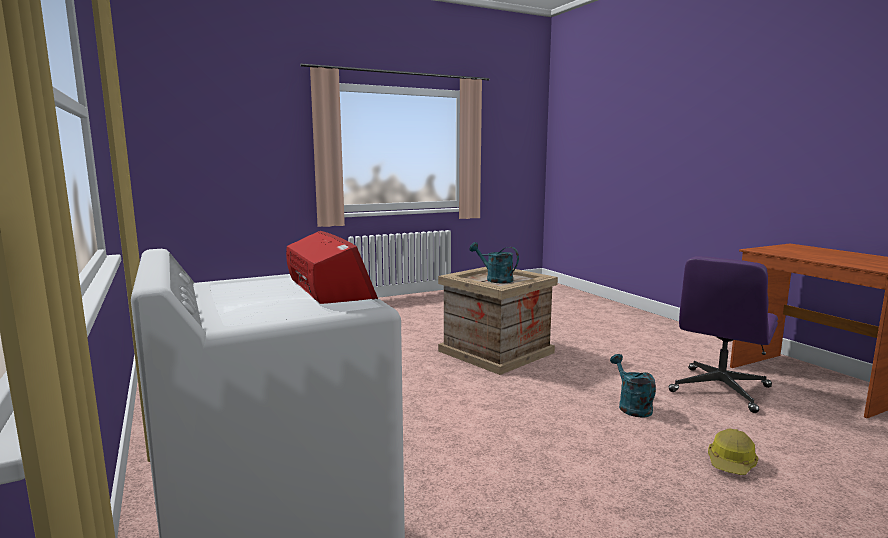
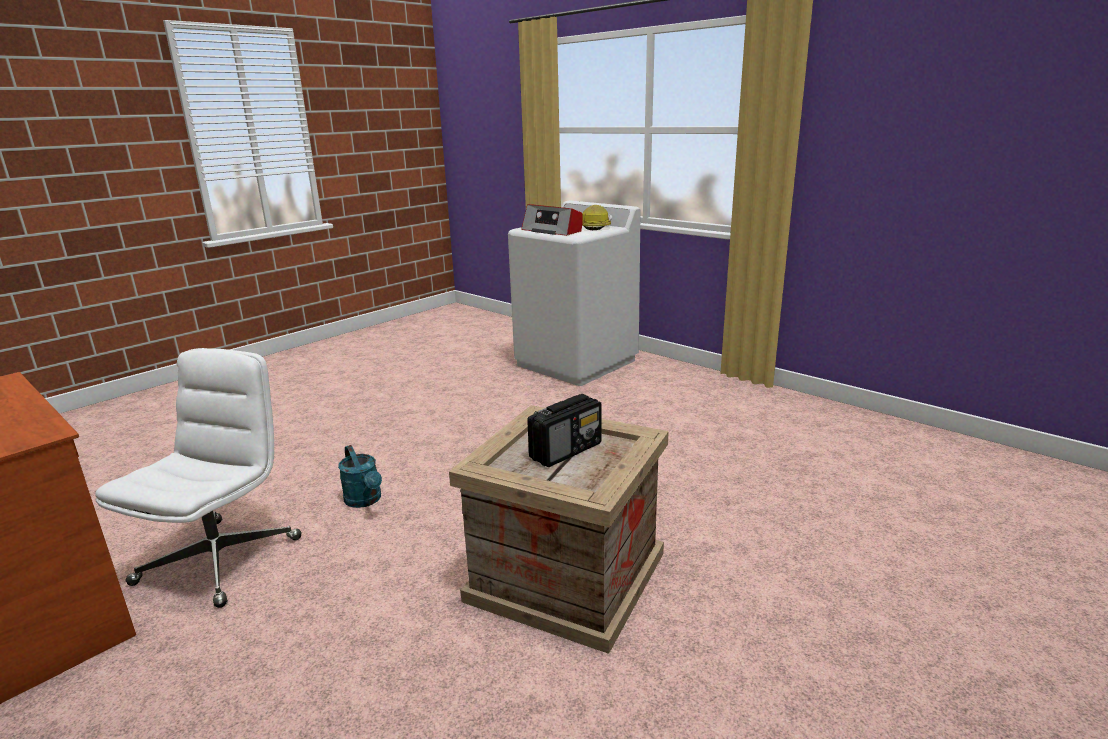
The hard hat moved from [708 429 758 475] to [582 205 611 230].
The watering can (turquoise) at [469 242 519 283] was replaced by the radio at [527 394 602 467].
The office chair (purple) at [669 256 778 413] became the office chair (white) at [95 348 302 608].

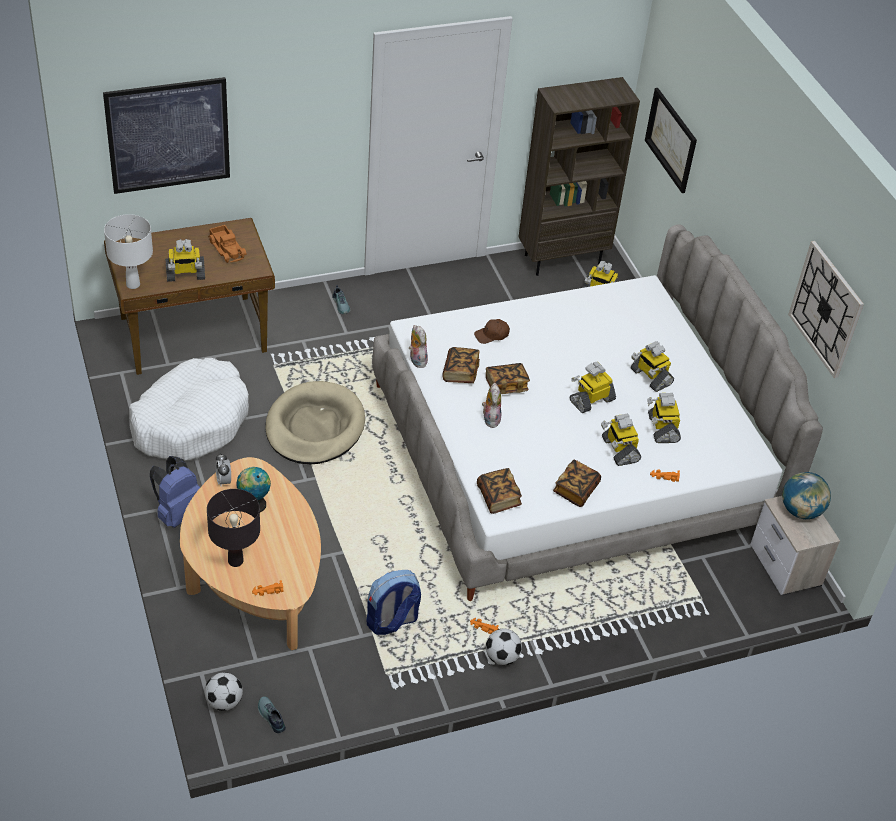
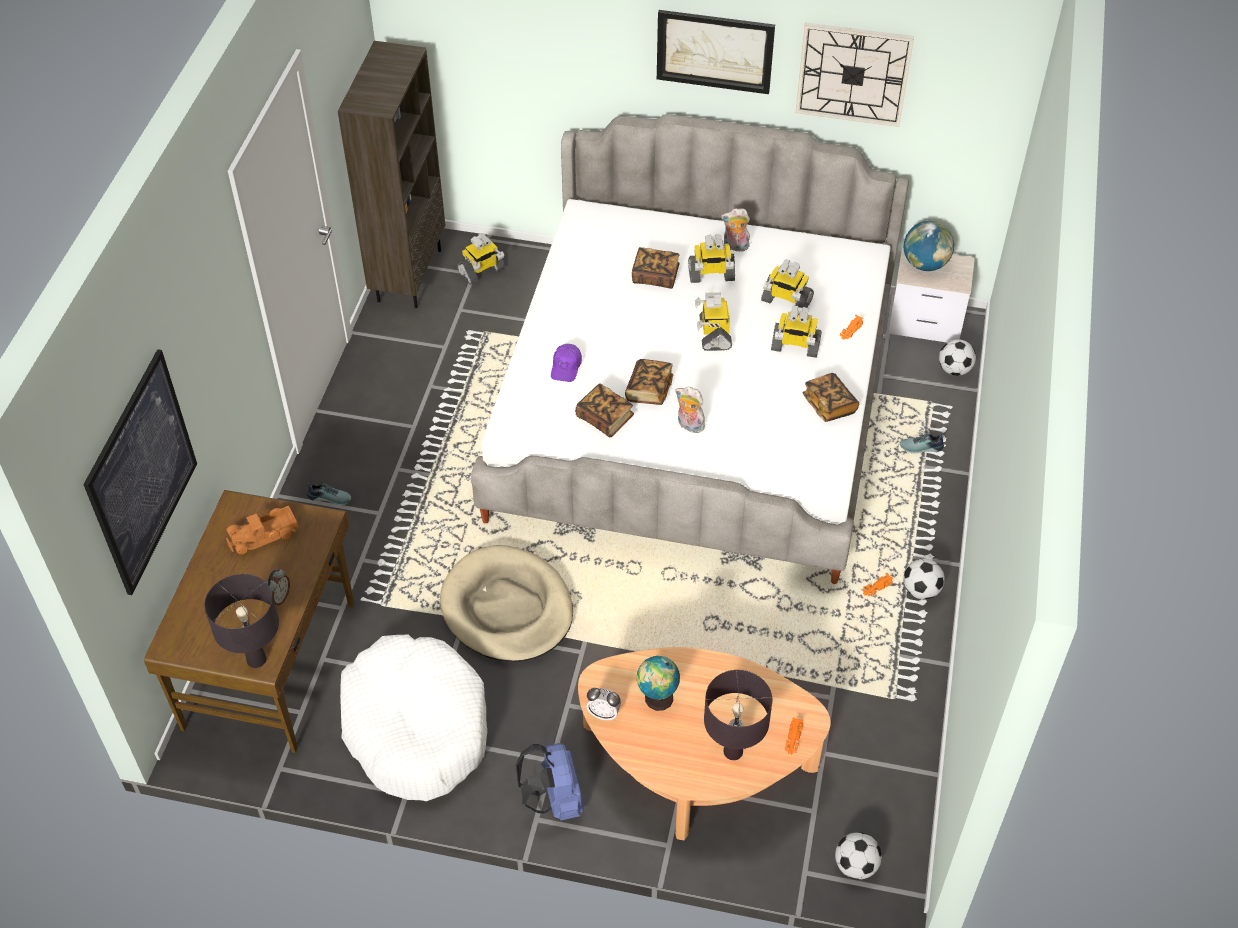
The backpack at [366 570 421 635] disappeared.
The football at [939 339 976 376] appeared.
The shoe moved from [258 696 286 733] to [900 433 944 454].
The plush toy moved from [409 325 428 368] to [721 208 750 252].
The book moved from [477 468 522 514] to [632 247 680 289].
The picture moved from [645 88 697 193] to [657 10 775 94].
The toy robot at [165 239 205 282] was replaced by the alarm clock at [266 568 290 607].
The table lamp (white) at [104 214 153 289] became the table lamp (black) at [204 574 279 668].
The cap (brown) at [474 319 510 344] became the cap (purple) at [551 344 582 382].
The toy truck at [208 225 247 263] turned 150 degrees clockwise.

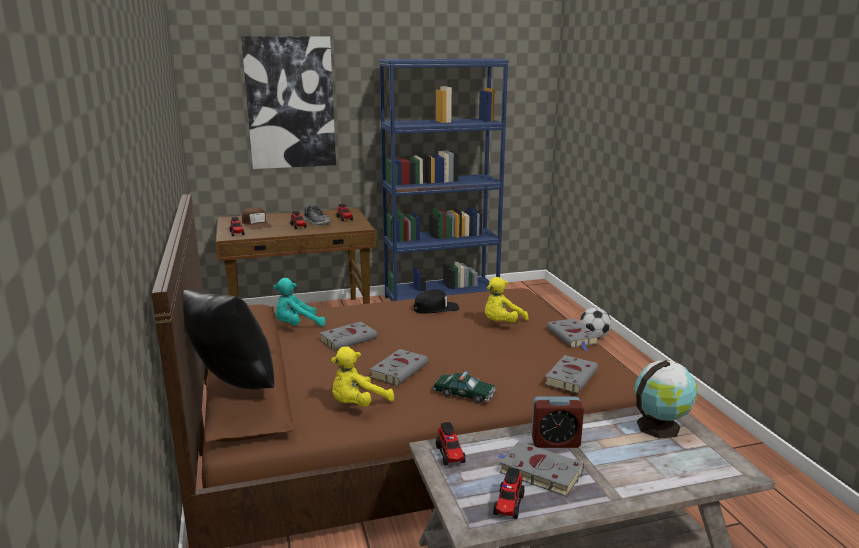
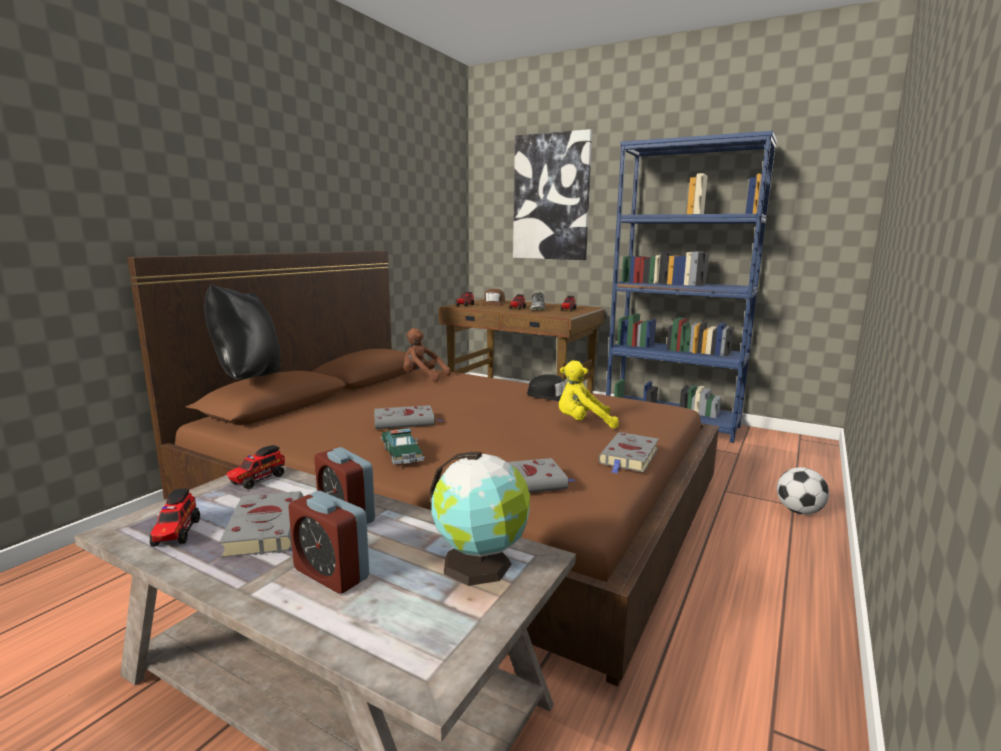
The book (grey) at [320 322 378 350] disappeared.
The plush toy (yellow) at [331 346 394 407] disappeared.
The alarm clock at [288 491 369 593] appeared.
The plush toy (turquoise) at [273 278 326 326] became the plush toy (brown) at [403 328 451 382].
The toy truck at [493 468 524 519] turned 75 degrees counterclockwise.

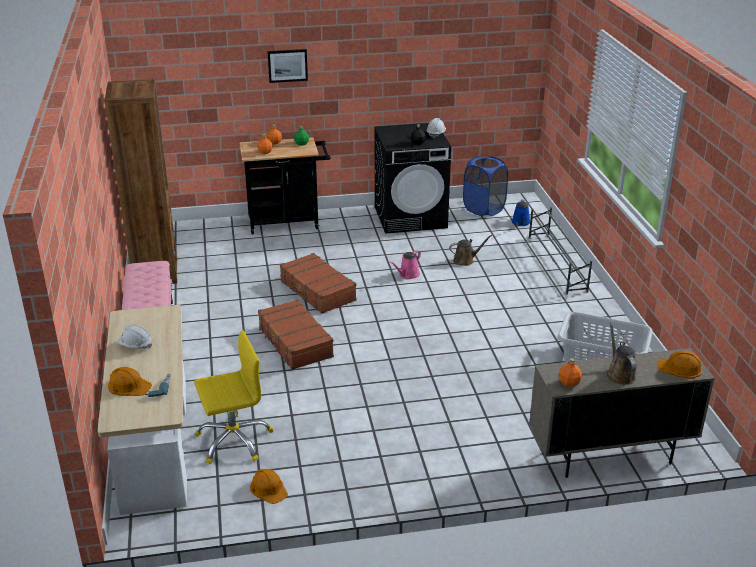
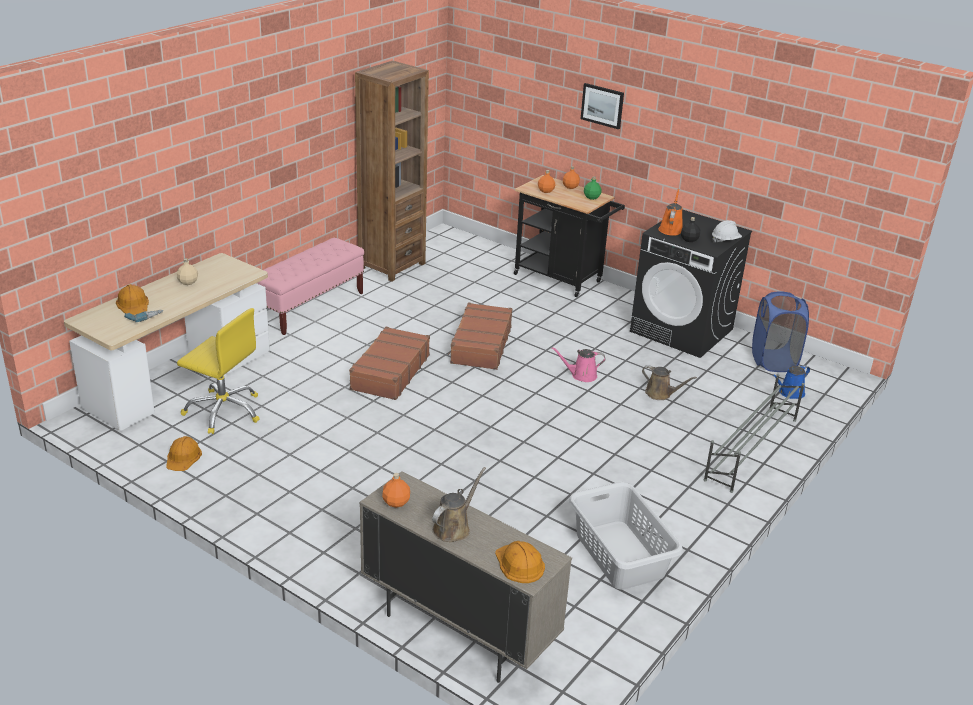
The watering can (orange) at [659 189 682 236] appeared.
The hard hat (white) at [117 325 152 349] was replaced by the bottle (beige) at [177 258 198 285].

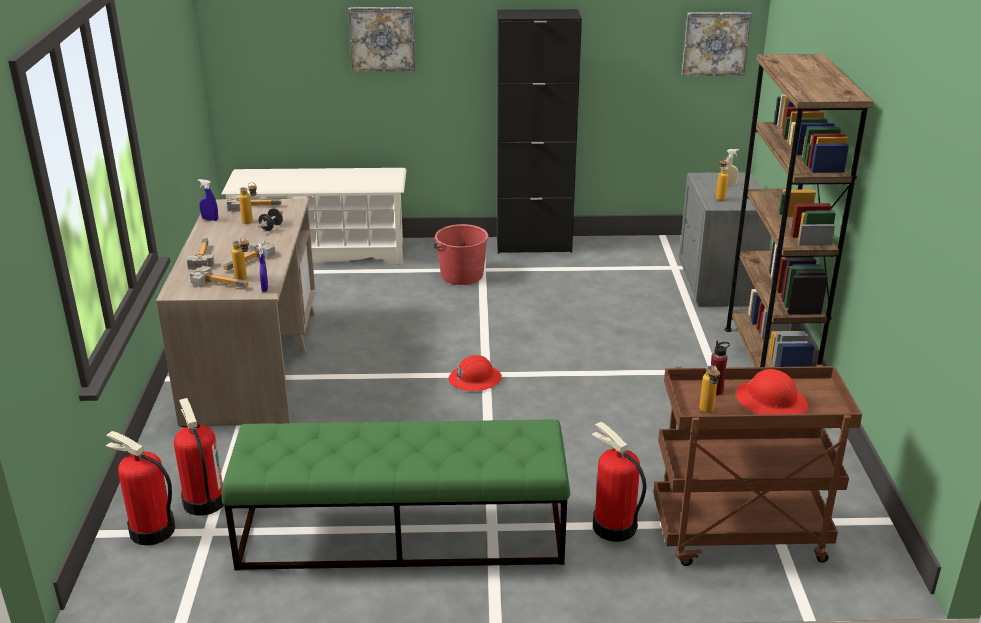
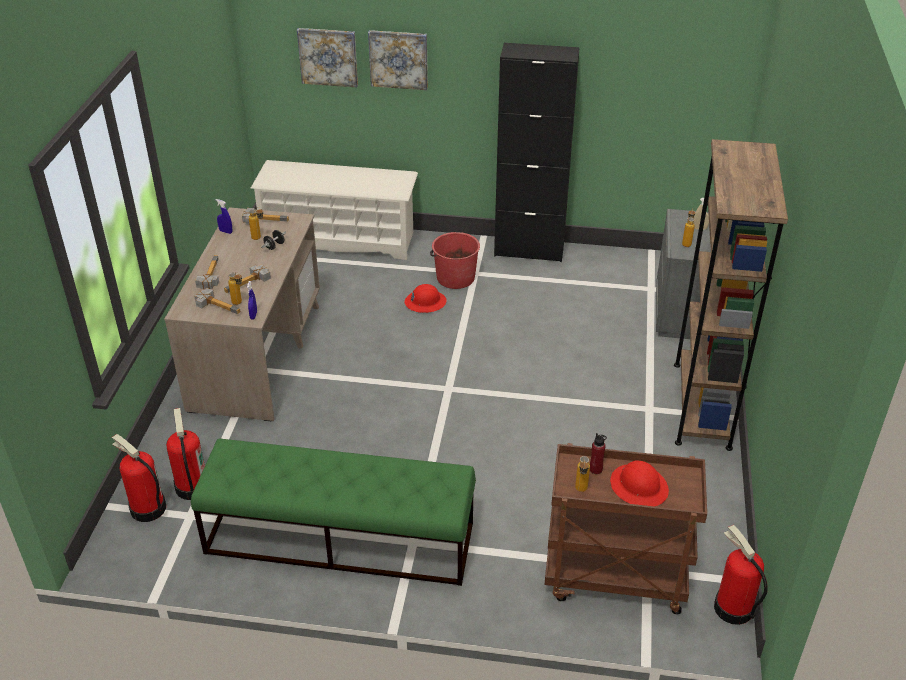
The hard hat (red) moved from [448 355 502 391] to [405 284 447 313].
The fire extinguisher moved from [592 422 646 542] to [714 525 768 625].
The picture moved from [682 12 751 76] to [297 28 358 87].

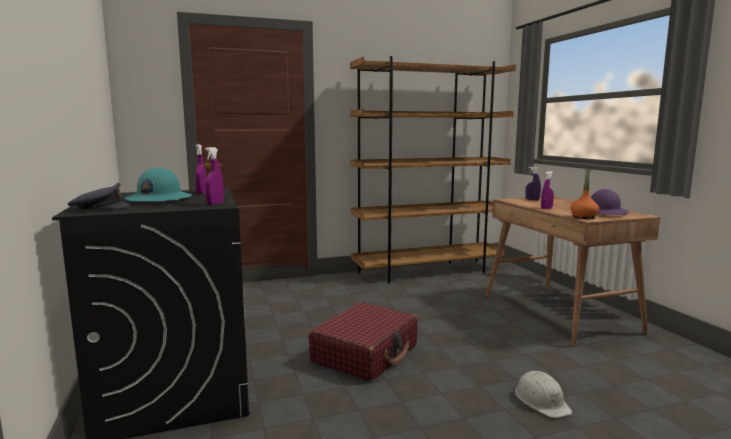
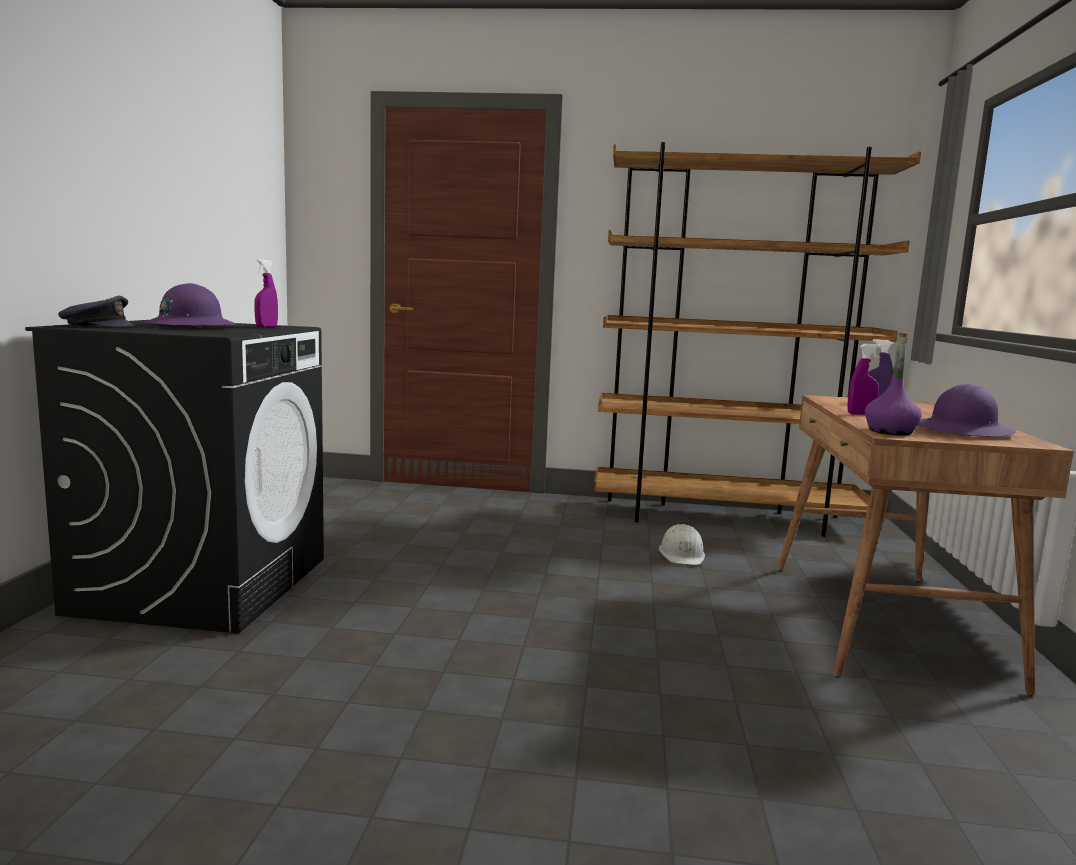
The spray bottle (purple) at [205 147 224 205] disappeared.
The suitcase (red) at [309 302 417 381] disappeared.
The hard hat (white) moved from [515 371 573 418] to [659 524 705 565].
The hard hat (turquoise) at [125 167 192 202] became the hard hat (purple) at [144 283 236 329].
The bottle (orange) at [570 167 599 219] became the bottle (purple) at [865 333 922 435].

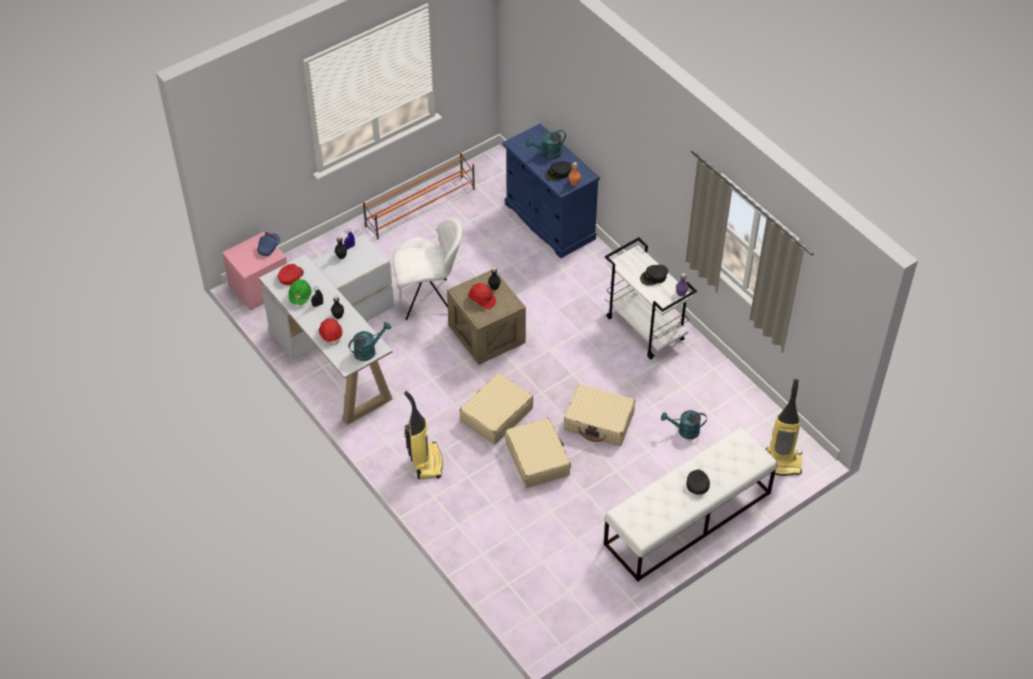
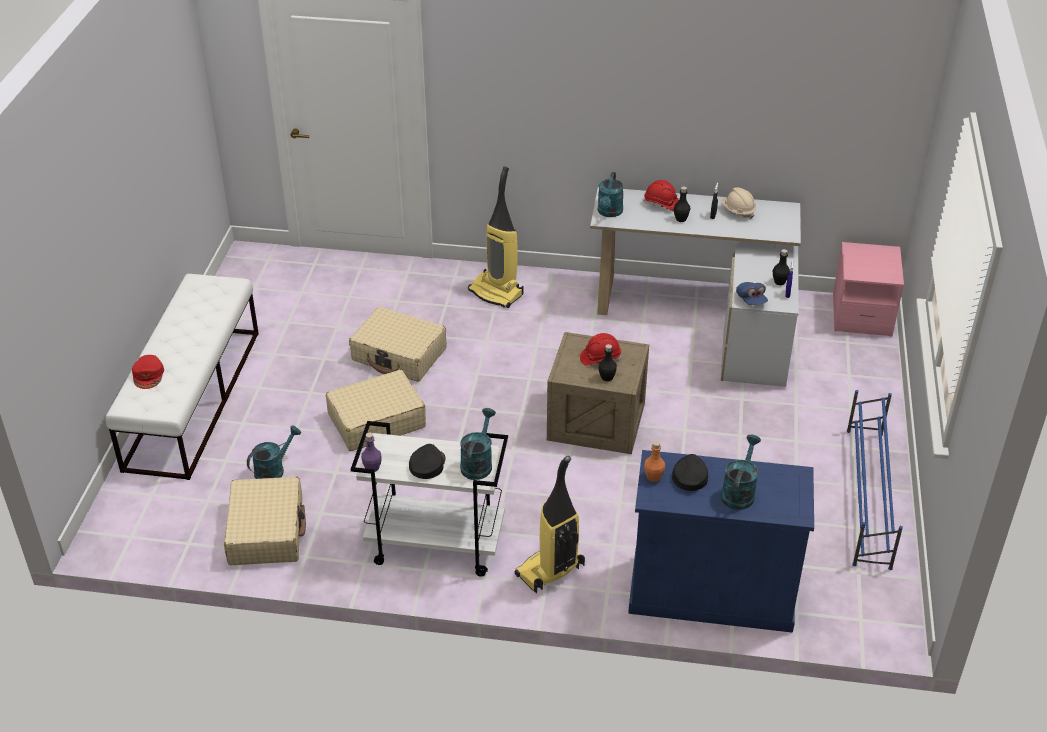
The chair (white) at [393 218 463 320] disappeared.
The cap (black) at [686 469 710 495] disappeared.
The watering can (turquoise) at [460 408 496 480] appeared.
The cap (blue) moved from [257 232 280 256] to [736 282 768 305].
The cap (red) moved from [277 264 304 285] to [132 355 164 389].
The suitcase (beige) moved from [459 373 533 444] to [224 476 306 565].
The vacuum cleaner moved from [762 379 803 476] to [514 456 585 593].
The hard hat (green) at [289 279 312 305] became the hard hat (beige) at [721 187 756 219].
The shoe rack (orange) at [363 152 475 240] became the shoe rack (blue) at [847 390 903 570].

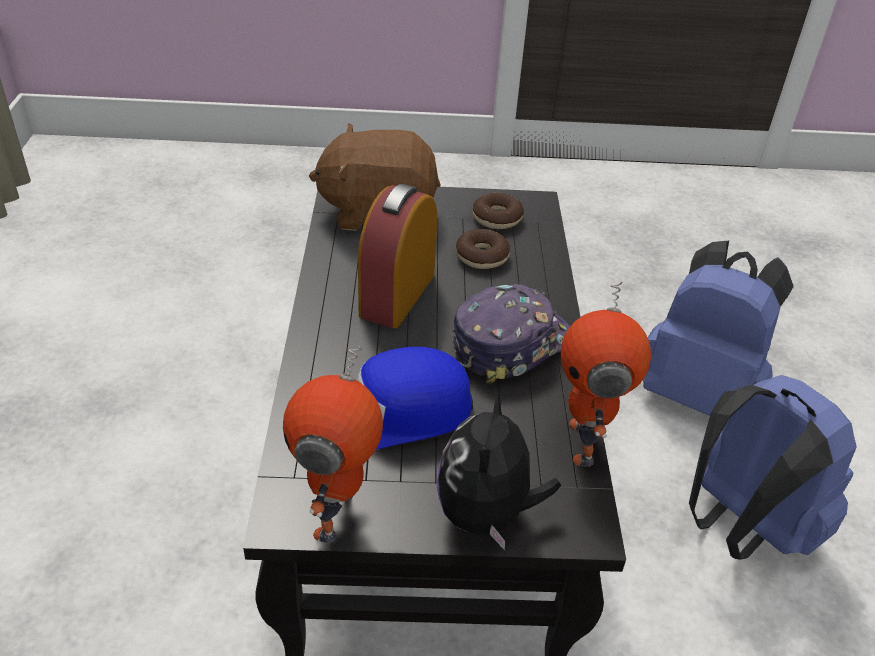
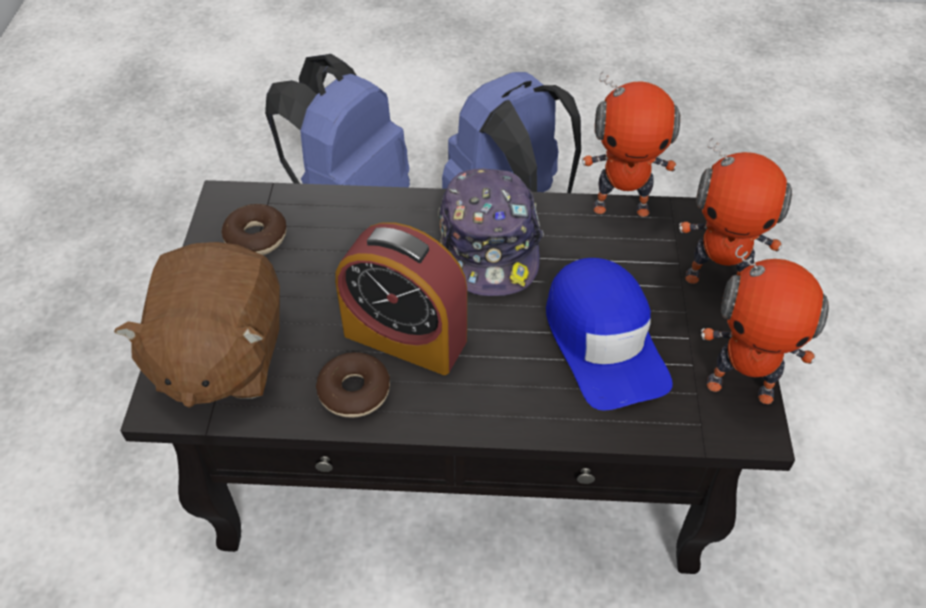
The donut moved from [456 229 510 269] to [316 352 390 418].
The plush toy at [437 388 561 550] was replaced by the toy robot at [679 137 792 284].
The cap at [452 284 570 384] turned 150 degrees counterclockwise.

